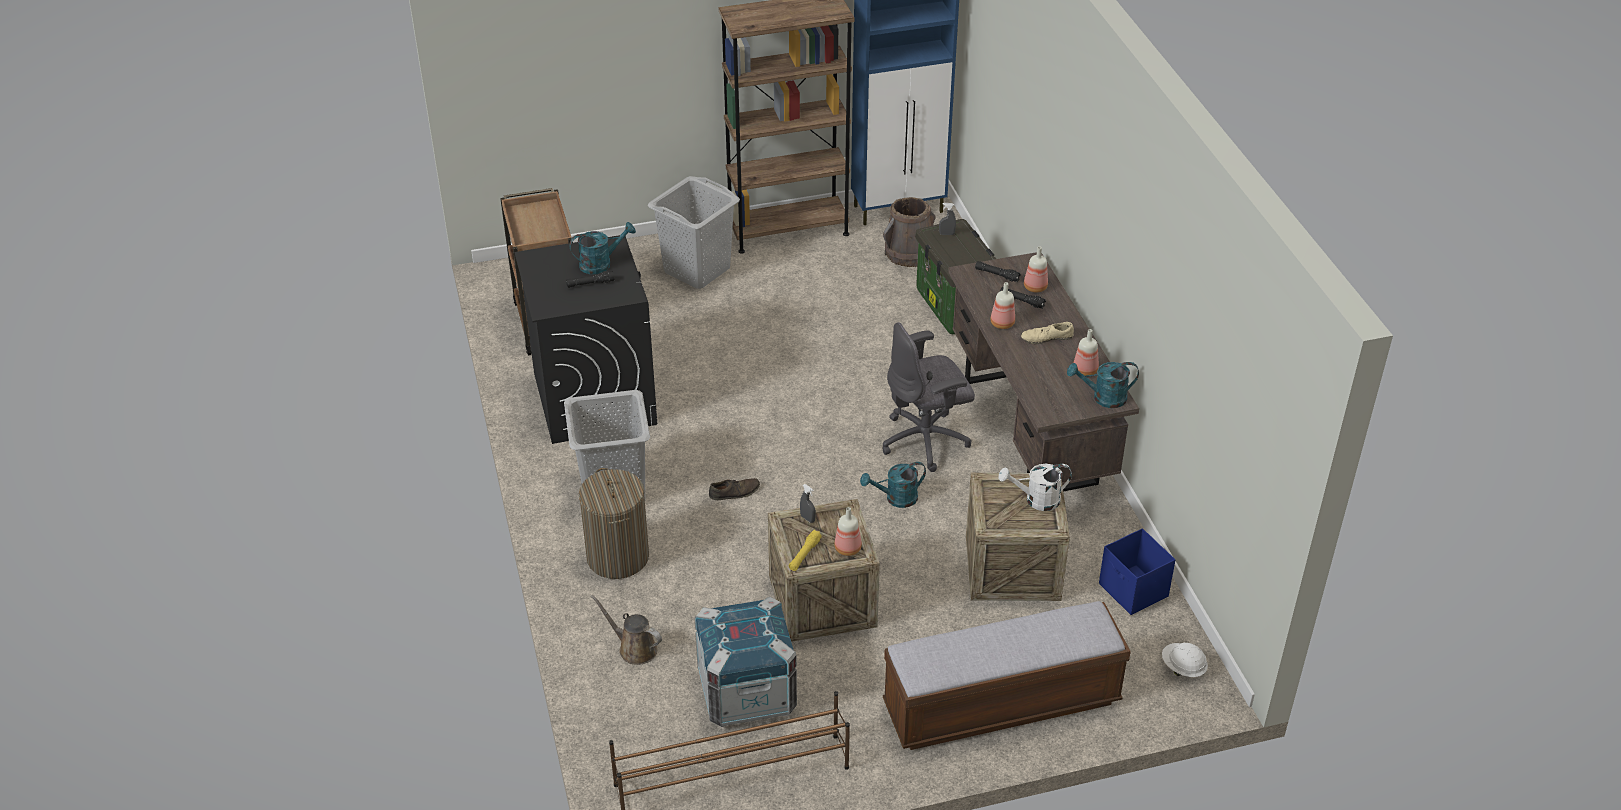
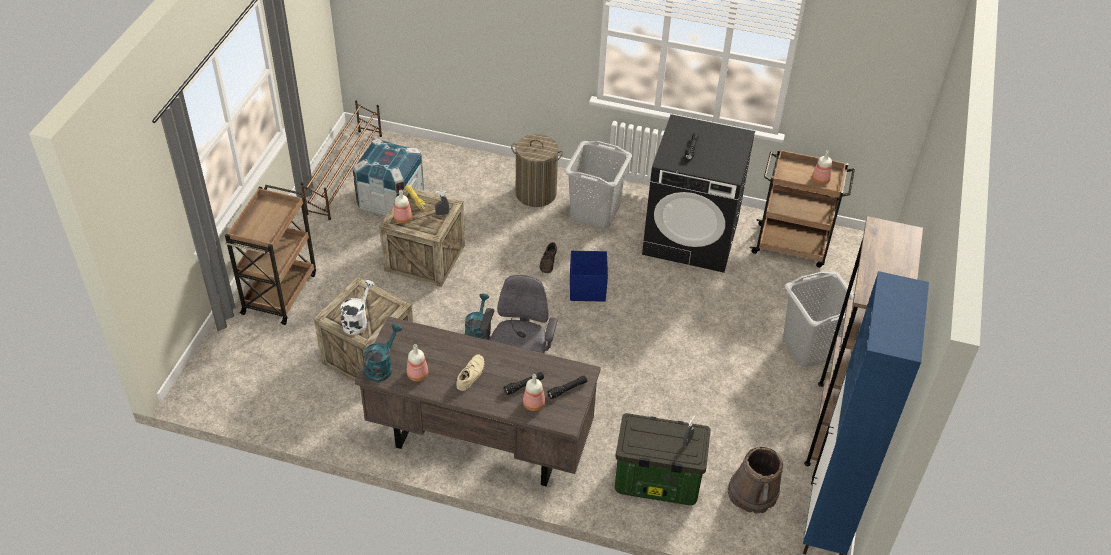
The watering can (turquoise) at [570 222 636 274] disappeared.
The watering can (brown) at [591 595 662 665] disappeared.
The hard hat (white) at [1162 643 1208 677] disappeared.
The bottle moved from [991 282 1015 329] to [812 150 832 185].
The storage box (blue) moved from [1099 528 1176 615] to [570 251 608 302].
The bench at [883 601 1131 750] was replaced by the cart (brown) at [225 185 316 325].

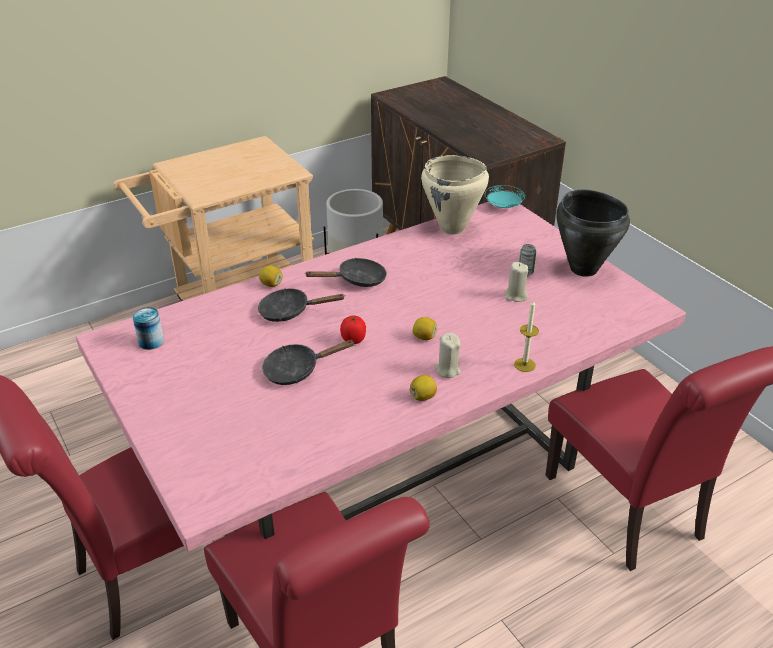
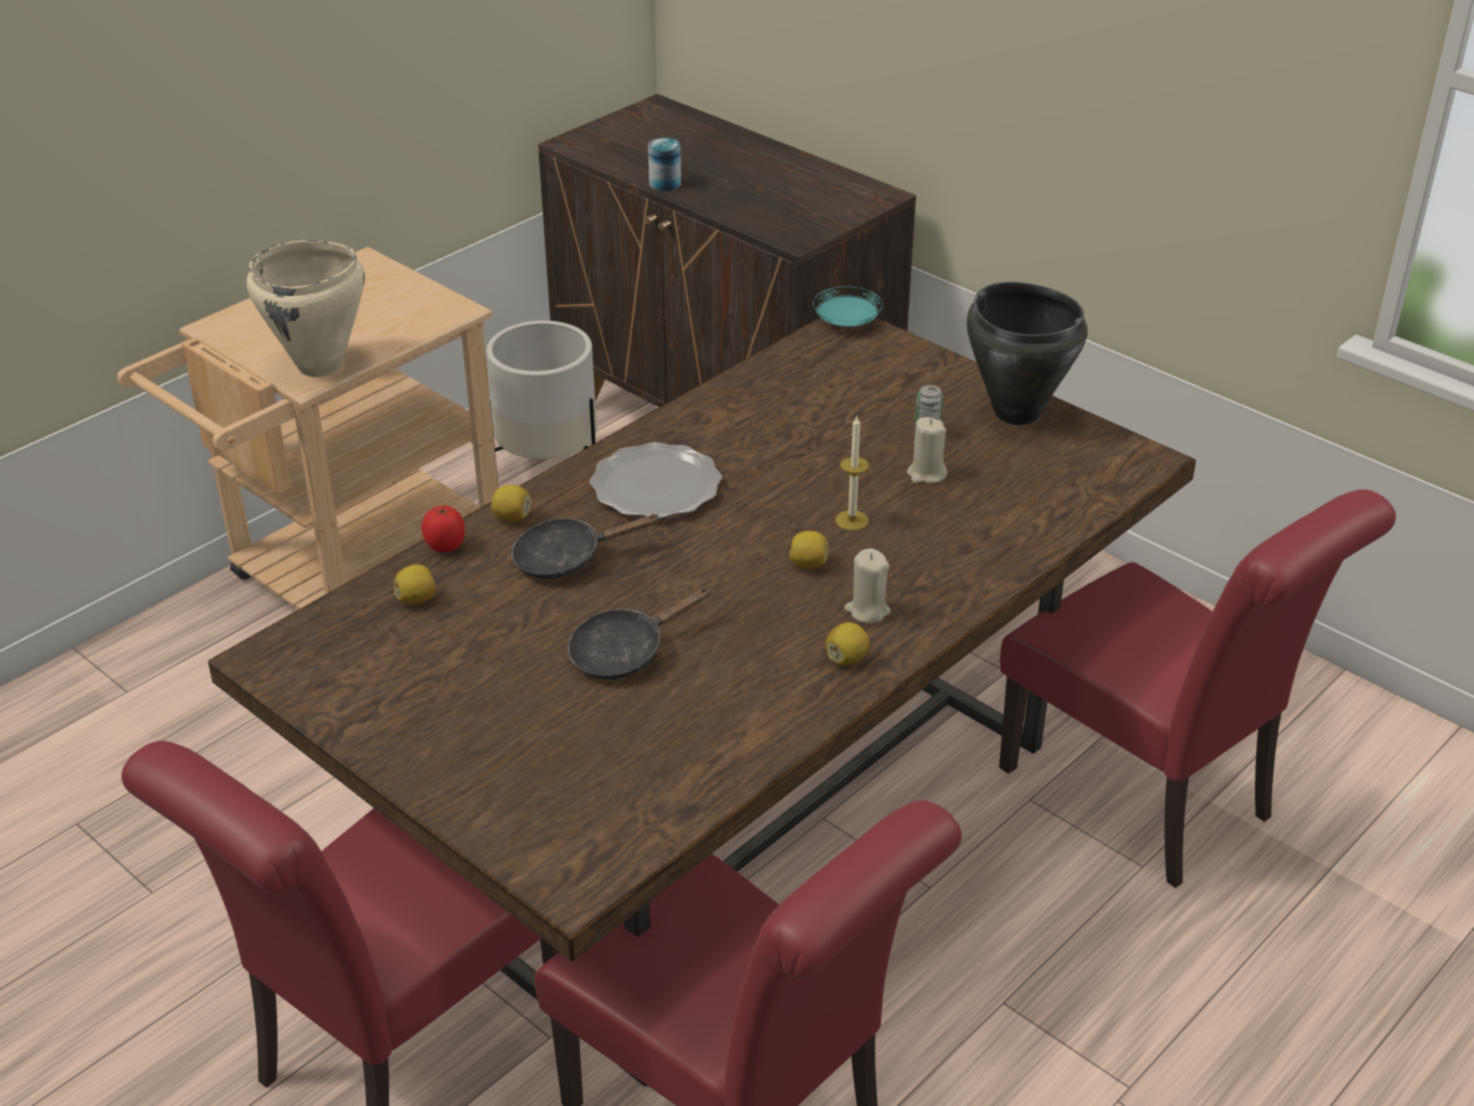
The lemon at [394 564 435 604] appeared.
The can moved from [132 307 164 350] to [648 137 681 191].
The tomato moved from [340 316 366 344] to [422 505 465 552].
The cooking pot (beige) moved from [421 155 489 235] to [247 240 365 377].
The candle moved from [514 299 539 372] to [835 416 869 531].
The frying pan (black) at [304 258 387 287] was replaced by the plate at [590 442 722 518].
The dining table (pink) at [76 202 686 551] became the dining table (brown) at [208 317 1196 1087].

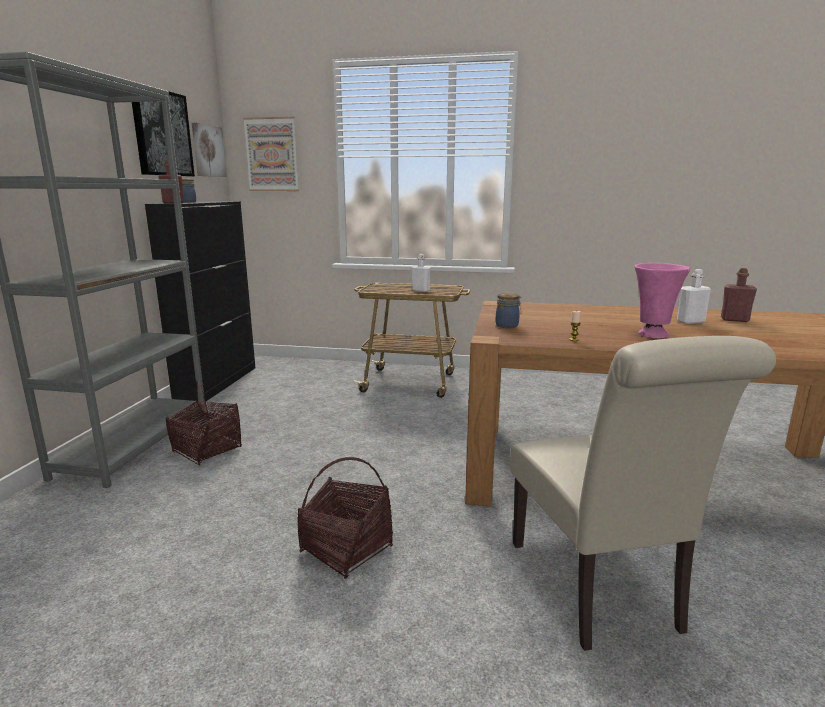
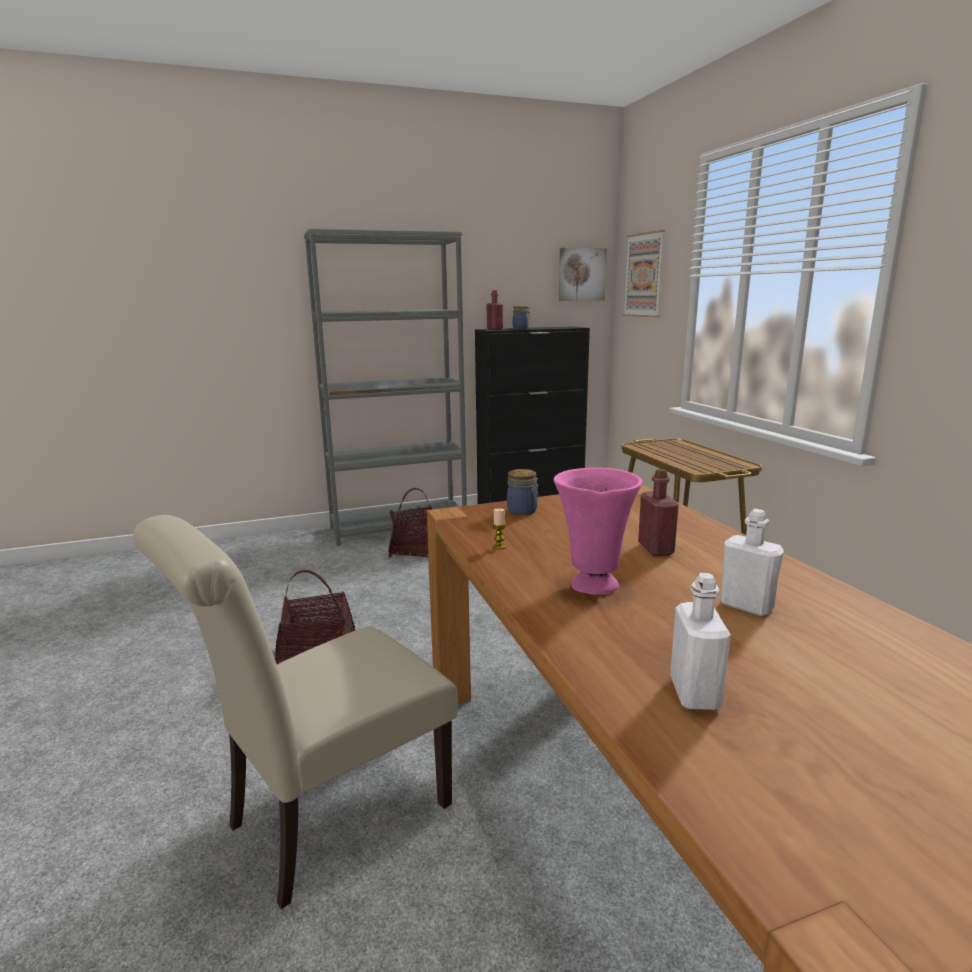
The picture at [132 91 195 176] disappeared.
The bottle (white) moved from [412 254 431 292] to [670 573 731 710].
The bottle (red) moved from [721 268 757 322] to [638 469 679 556].

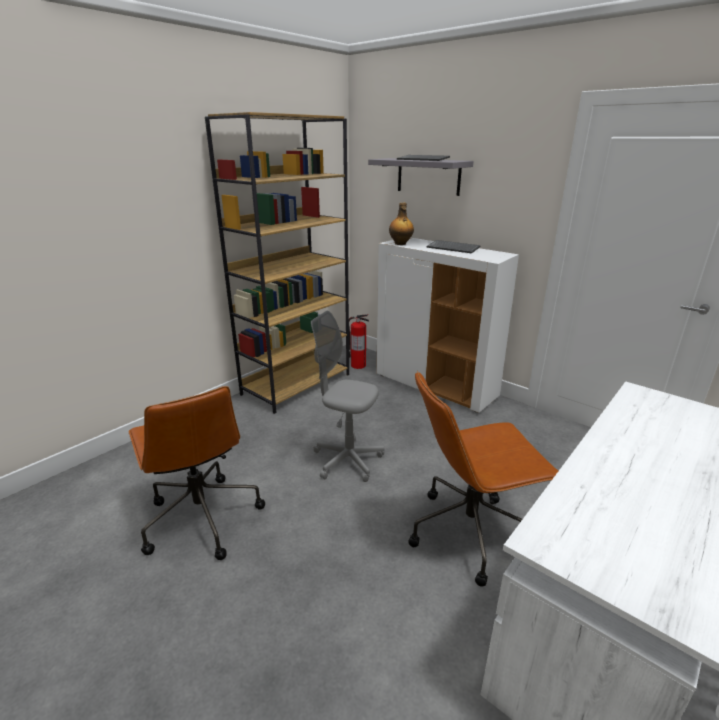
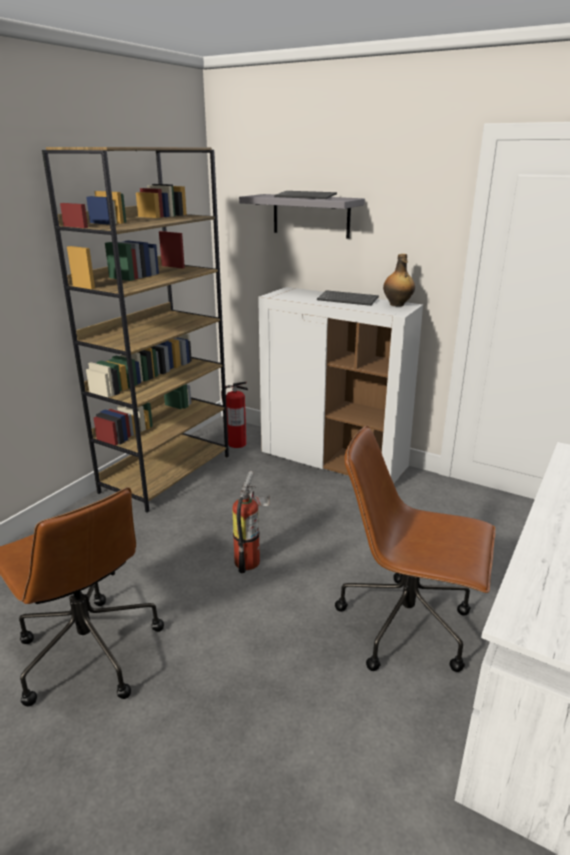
The bottle moved from [389 203 414 245] to [383 254 415 307].
The office chair (grey) at [311 311 385 482] was replaced by the fire extinguisher at [232 471 269 573].
The office chair (brown) at [408 371 558 587] turned 45 degrees clockwise.

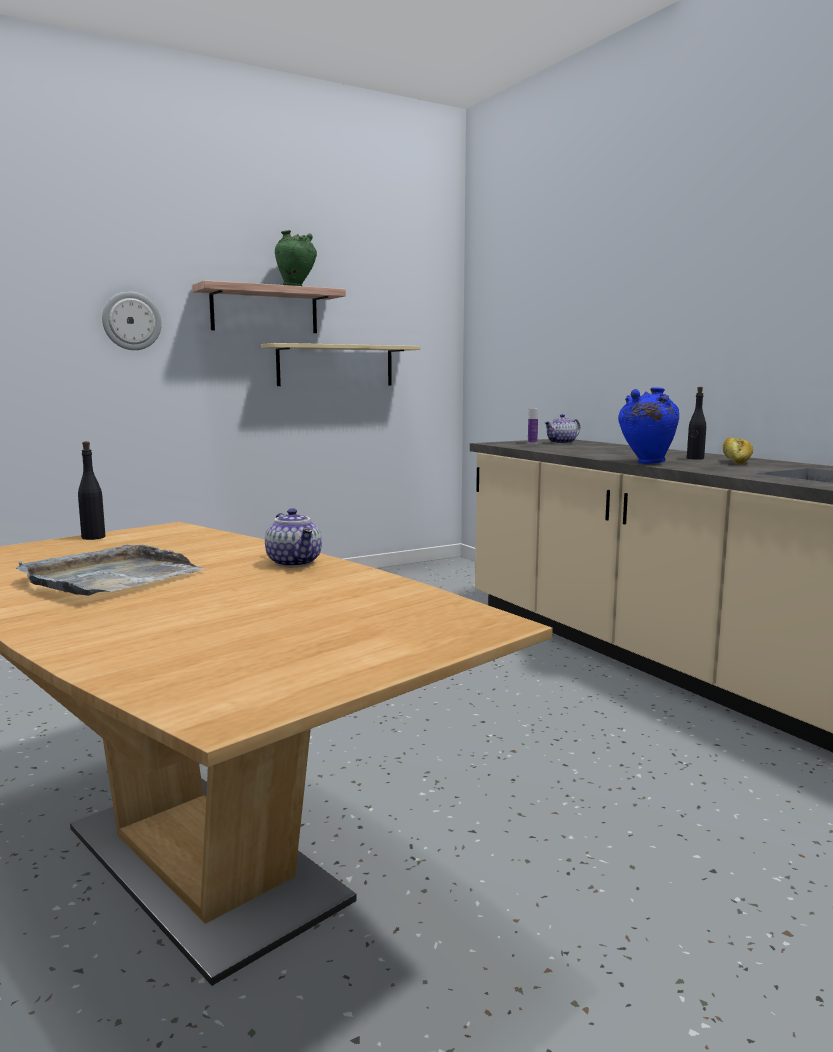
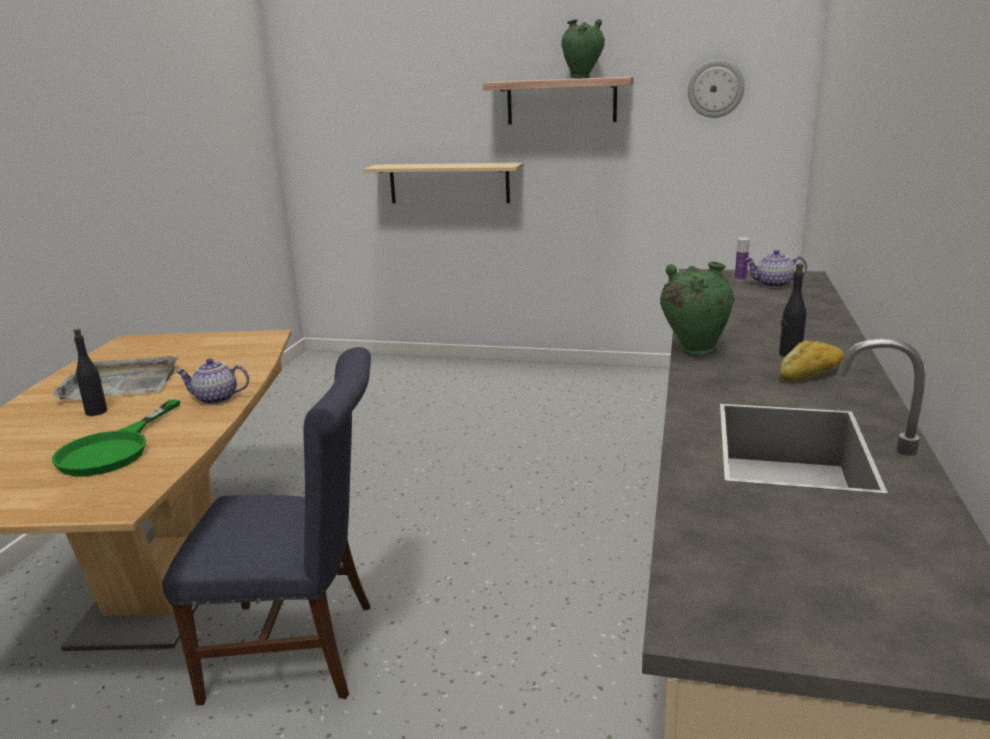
The frying pan (green) at [52 400 180 476] appeared.
The chair (blue) at [162 347 371 705] appeared.
The bottle (black) moved from [78 441 105 540] to [74 329 107 416].
The wall clock moved from [102 291 162 350] to [688 60 745 118].
The shelf (beige) moved from [261 343 420 386] to [363 163 523 203].
The vase (blue) at [618 387 679 464] became the vase (green) at [660 262 734 356].
The teapot at [265 508 322 567] turned 75 degrees clockwise.

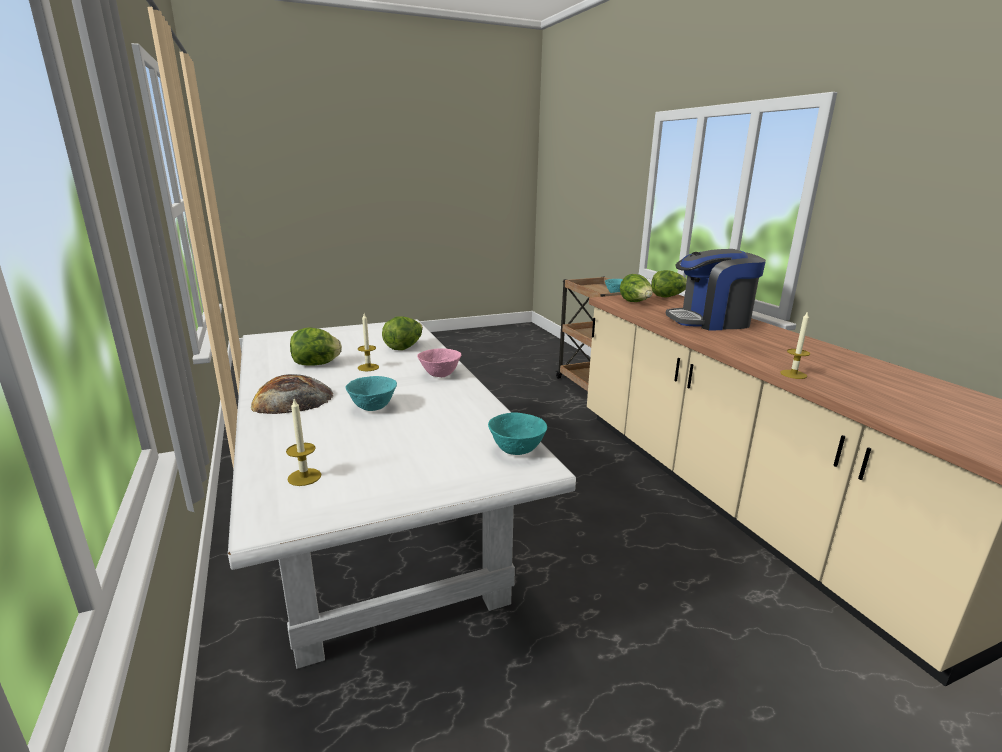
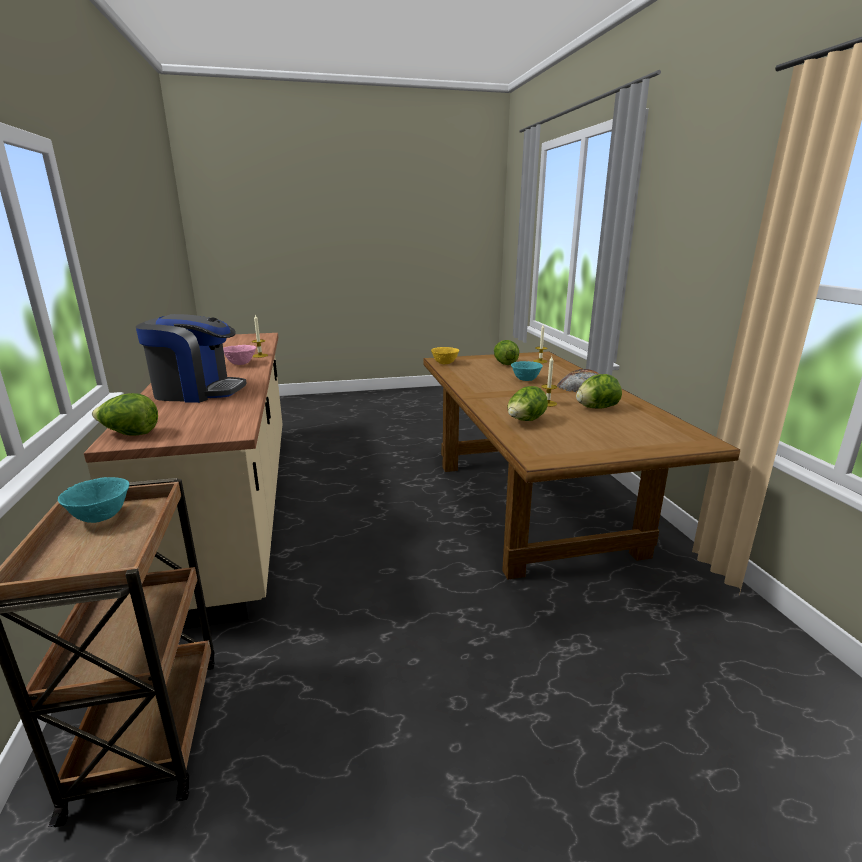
The bowl (pink) moved from [417 348 461 377] to [223 345 256 365].
The lettuce moved from [620 274 653 302] to [494 340 519 365].
The dining table (white) at [228 319 576 669] became the dining table (brown) at [424 352 740 579].
The bowl (turquoise) at [488 412 547 455] became the bowl (yellow) at [431 347 459 365].

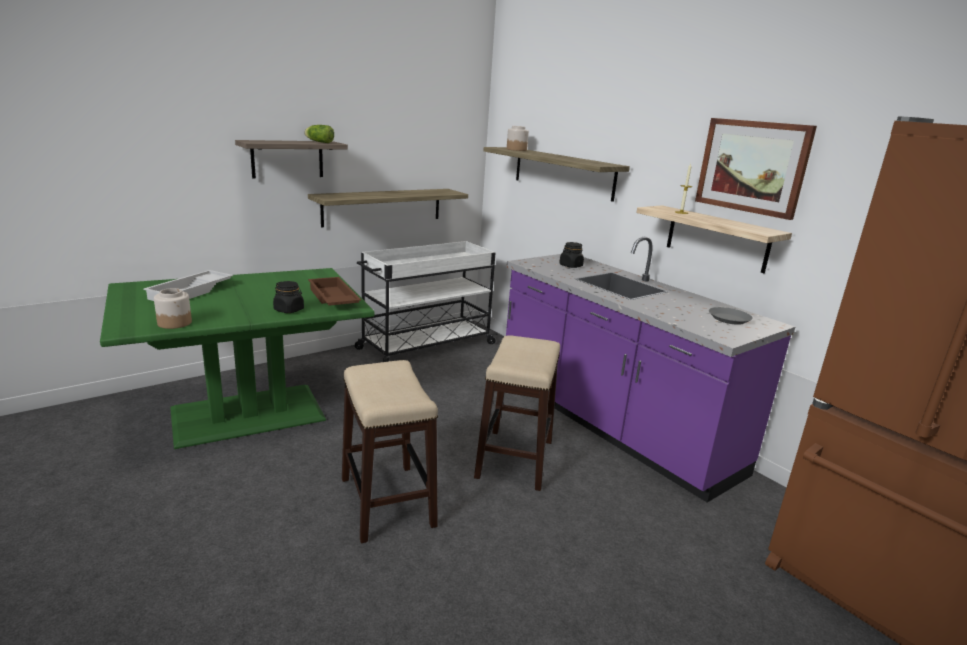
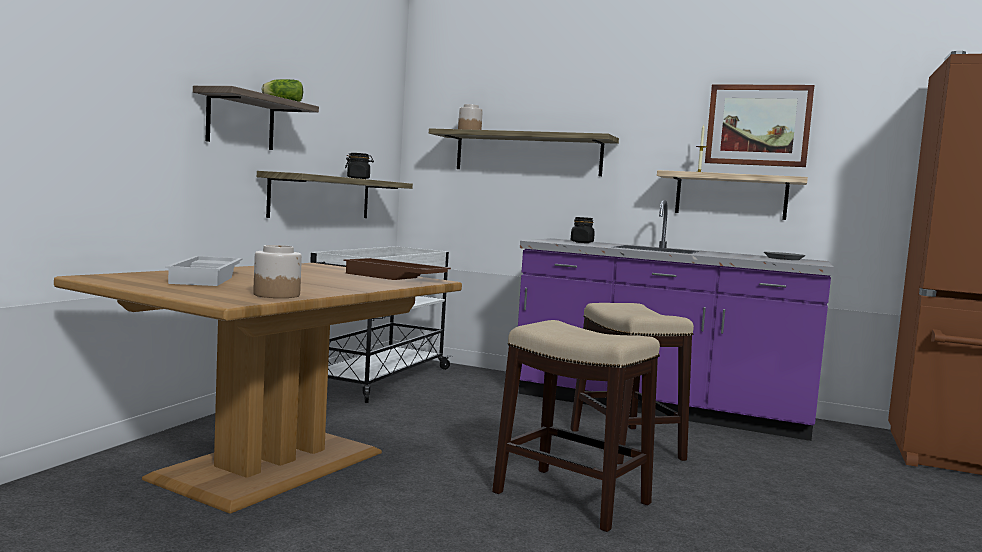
The jar (black) moved from [273 281 304 313] to [345 153 374 179].
The dining table (green) at [100 268 374 449] became the dining table (brown) at [54 263 462 514].

